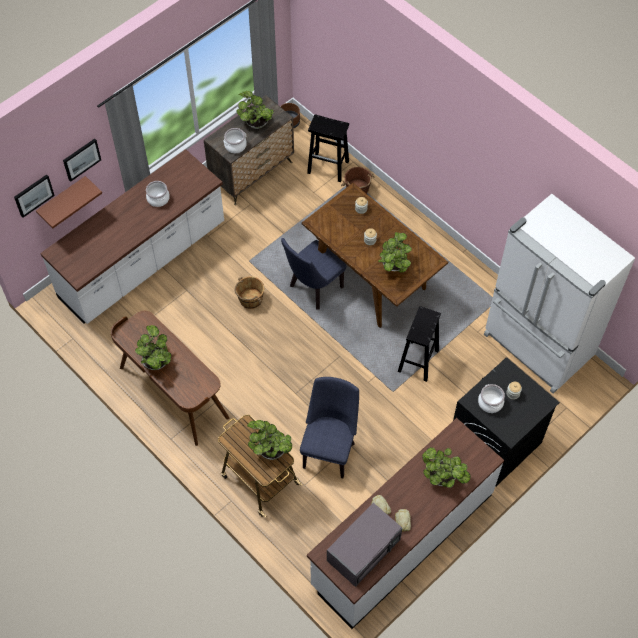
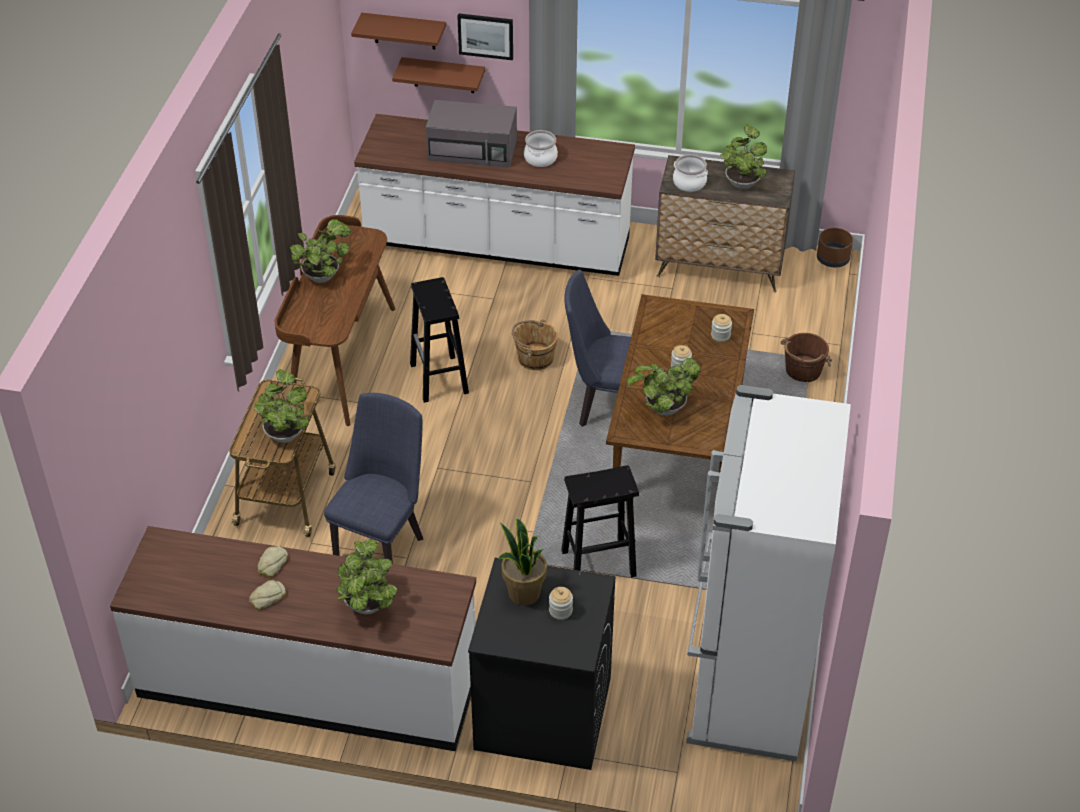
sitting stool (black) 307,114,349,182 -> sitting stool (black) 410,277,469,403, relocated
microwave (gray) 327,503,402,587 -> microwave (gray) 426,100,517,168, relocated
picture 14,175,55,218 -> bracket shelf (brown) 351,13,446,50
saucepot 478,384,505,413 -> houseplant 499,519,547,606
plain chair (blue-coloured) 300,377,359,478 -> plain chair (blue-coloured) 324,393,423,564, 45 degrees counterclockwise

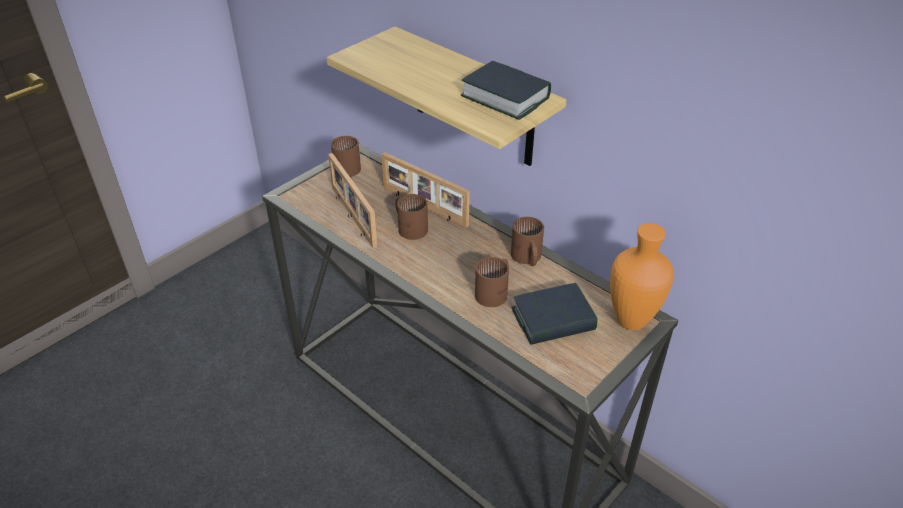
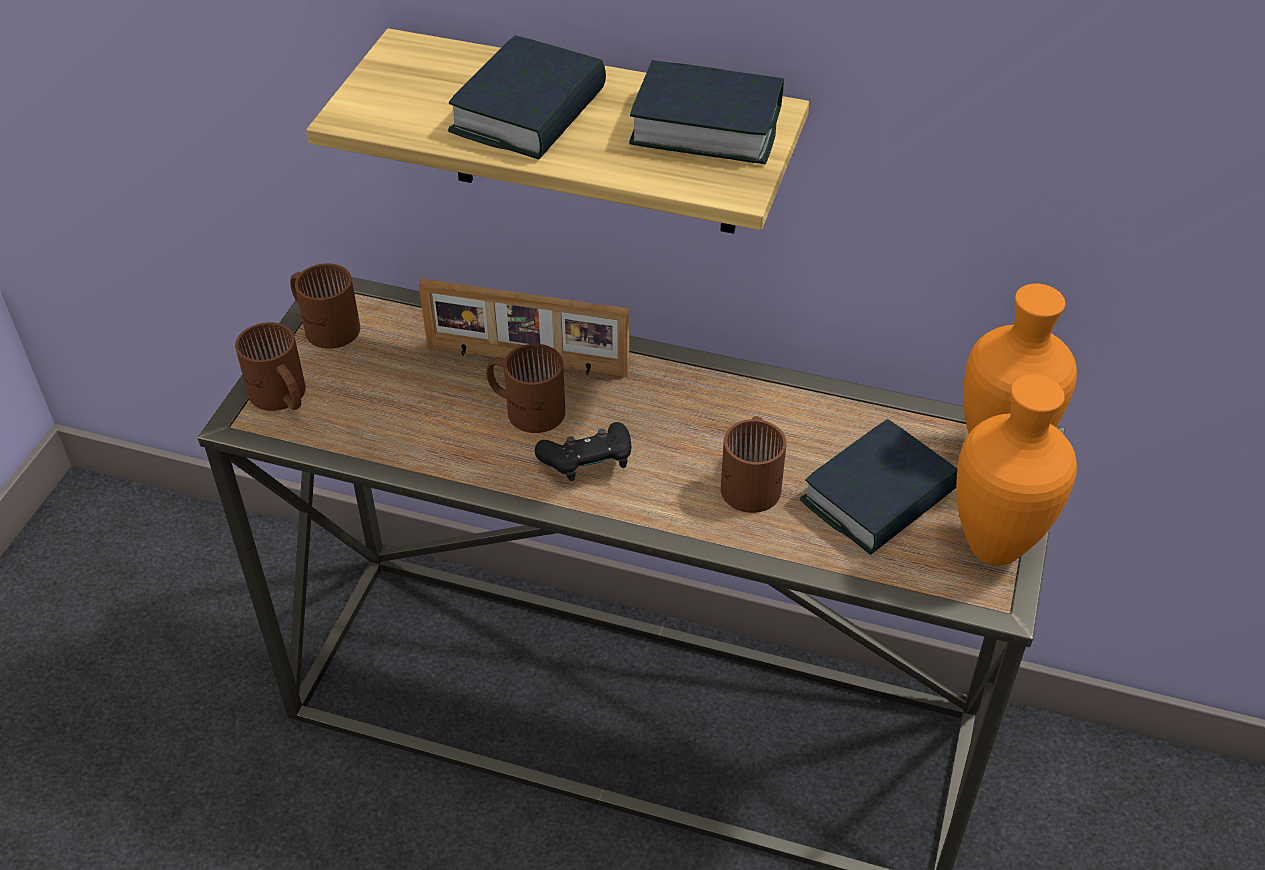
photo frame 328,153,377,248 -> none
none -> book 448,35,606,160
none -> game controller (black) 535,422,631,481
none -> flower vase (orangey) 956,374,1077,566
mug (brown) 511,217,544,266 -> mug (brown) 235,322,306,411, relocated

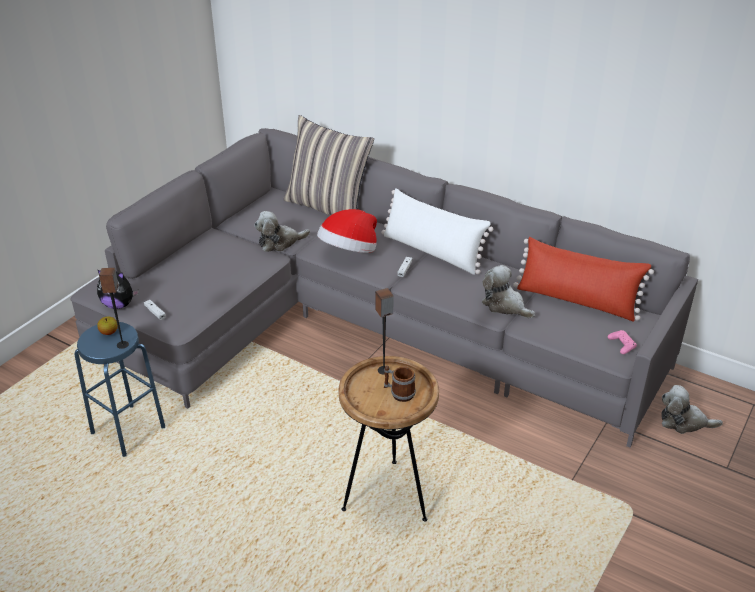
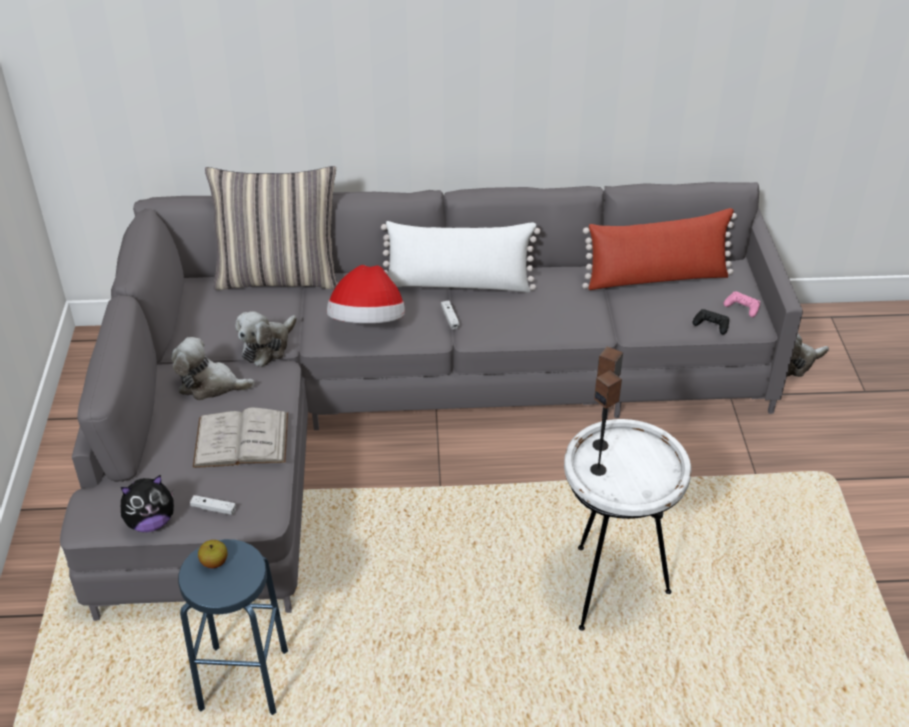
mug 384,365,416,402 -> none
none -> book (white-coloured) 193,408,288,468
none -> game controller (black) 692,309,729,334
loudspeaker 99,268,129,349 -> loudspeaker 590,370,622,476, relocated
soft toy 482,265,535,318 -> soft toy 171,337,255,401, relocated
end table (brown) 338,356,439,522 -> end table (white-coloured) 564,419,691,630

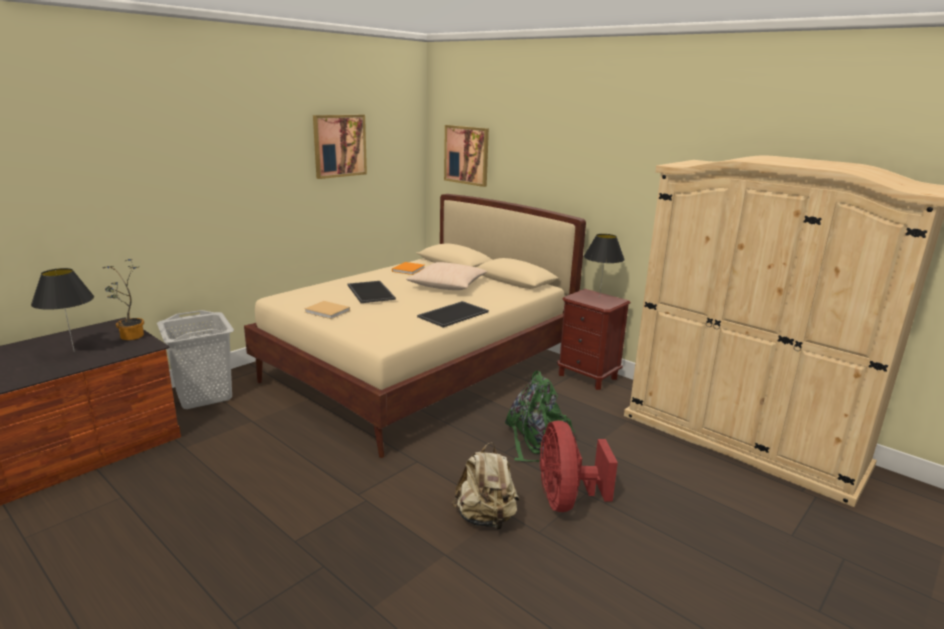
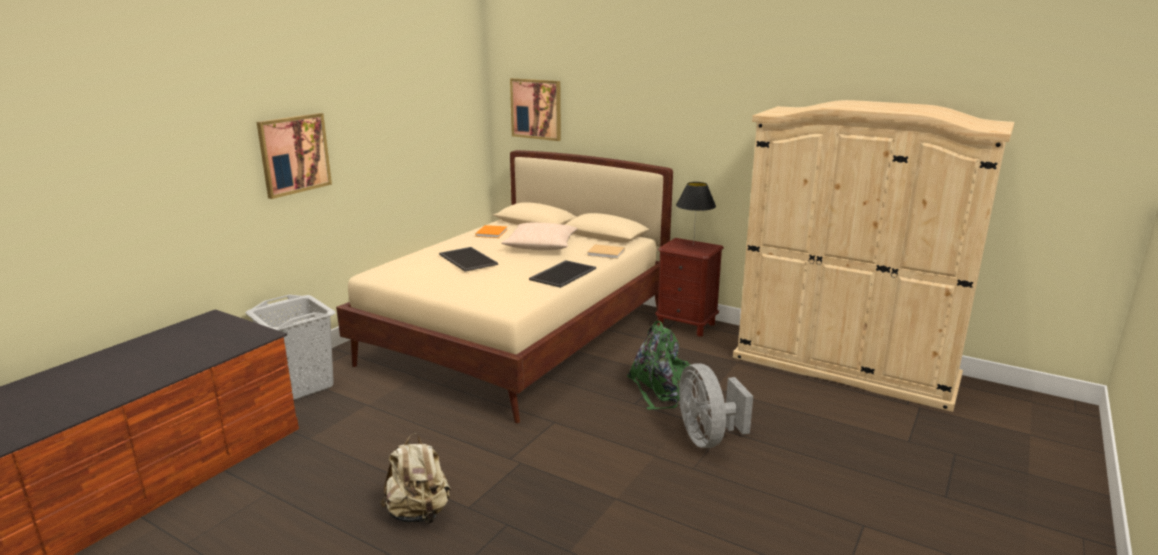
lamp for a table (black) 31,268,94,352 -> none
houseplant 103,259,144,340 -> none
book (beige) 304,301,350,319 -> book (beige) 587,244,625,259, relocated
picture 313,115,367,179 -> picture 257,113,332,199, relocated
rucksack (beige) 452,442,520,531 -> rucksack (beige) 380,433,451,525, relocated
cooling fan (reddish) 540,420,618,512 -> cooling fan (gray) 679,363,753,448

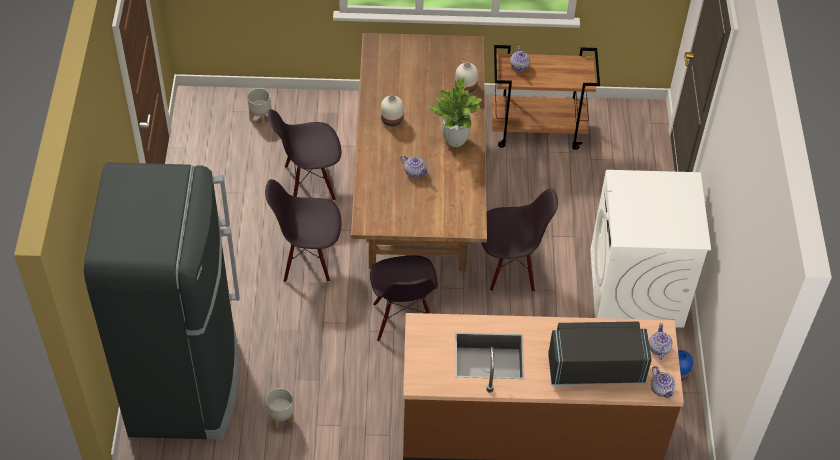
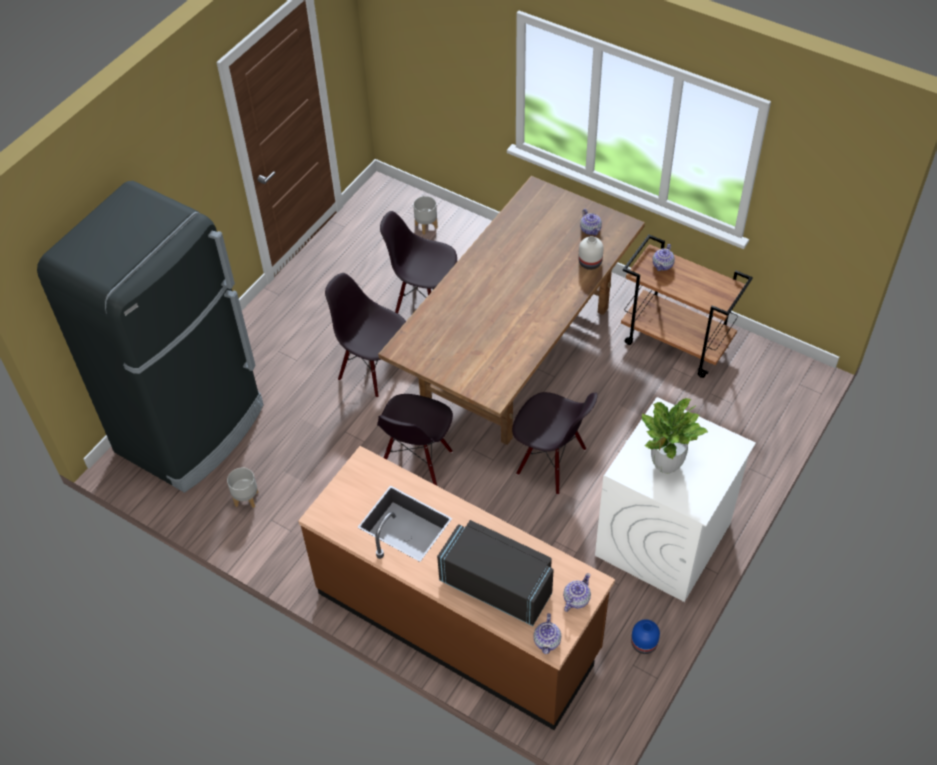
flower vase (white-coloured) 381,95,404,126 -> none
pot for tea 400,155,430,178 -> pot for tea 580,209,602,236, relocated
houseplant 429,78,482,147 -> houseplant 642,398,708,473, relocated

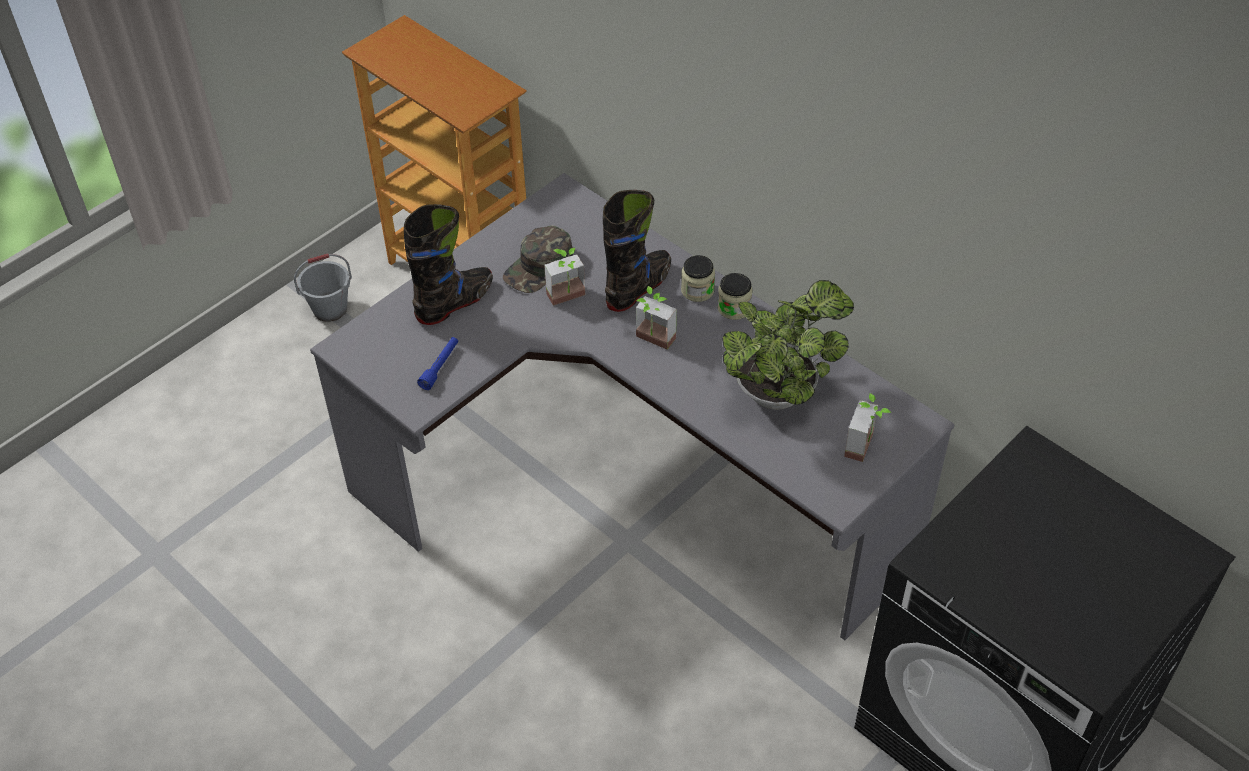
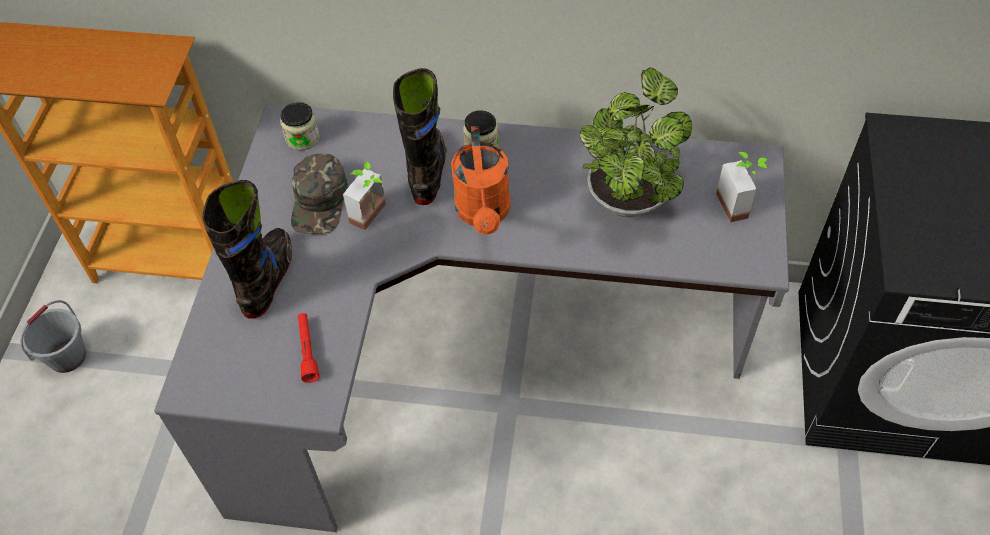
jar 718,273,753,320 -> jar 280,102,319,150, relocated
houseplant 636,286,677,350 -> watering can (orangey) 451,126,511,235
flashlight (blue-coloured) 417,337,458,390 -> flashlight (reddish) 298,313,319,383

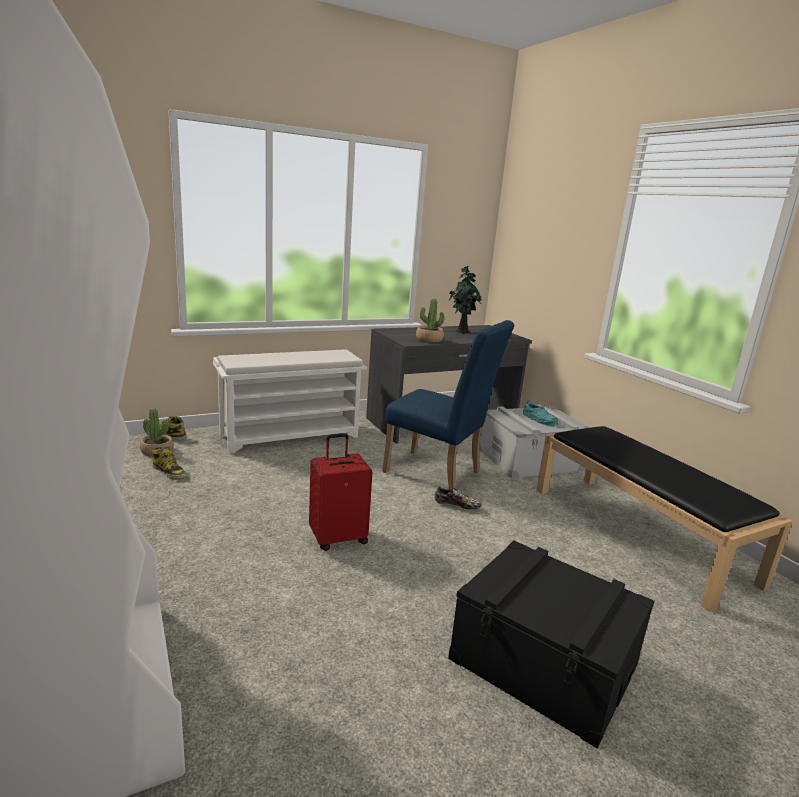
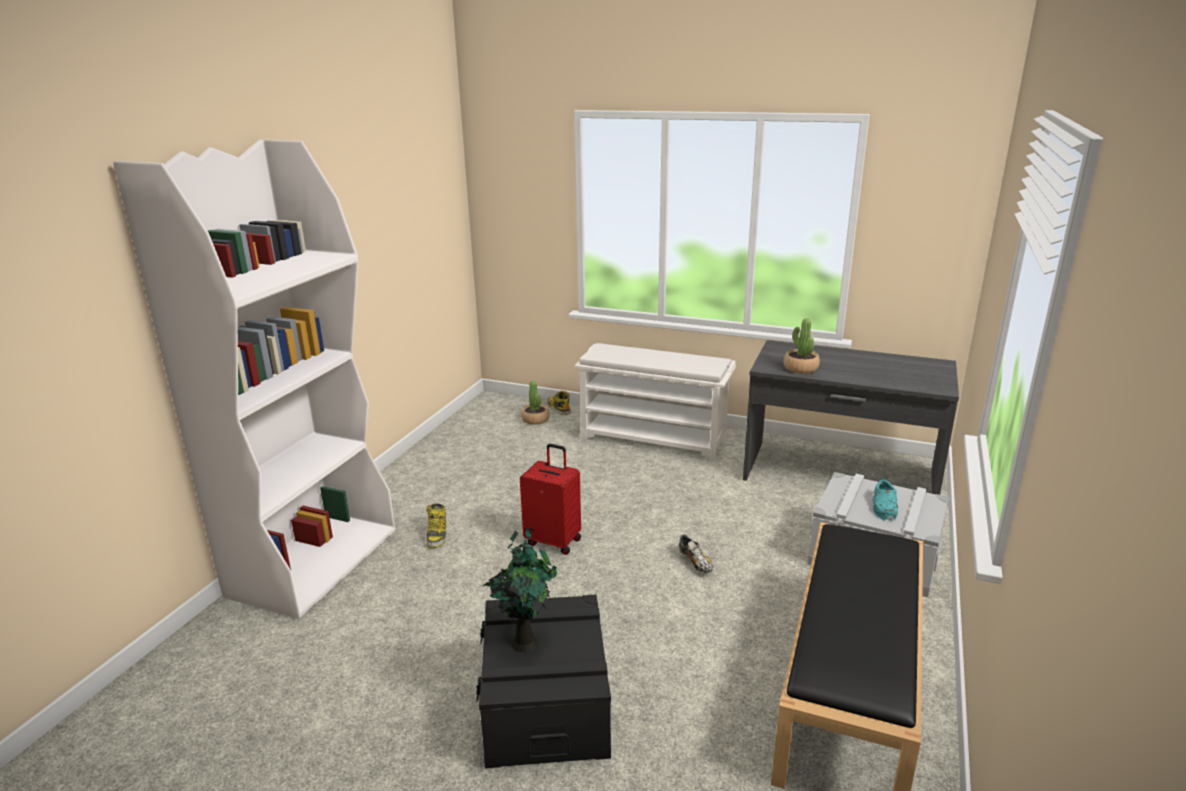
plain chair (blue-coloured) 382,320,514,489 -> none
high-top boot 152,446,186,480 -> high-top boot 426,504,446,548, relocated
houseplant 449,266,482,333 -> houseplant 482,527,557,652, relocated

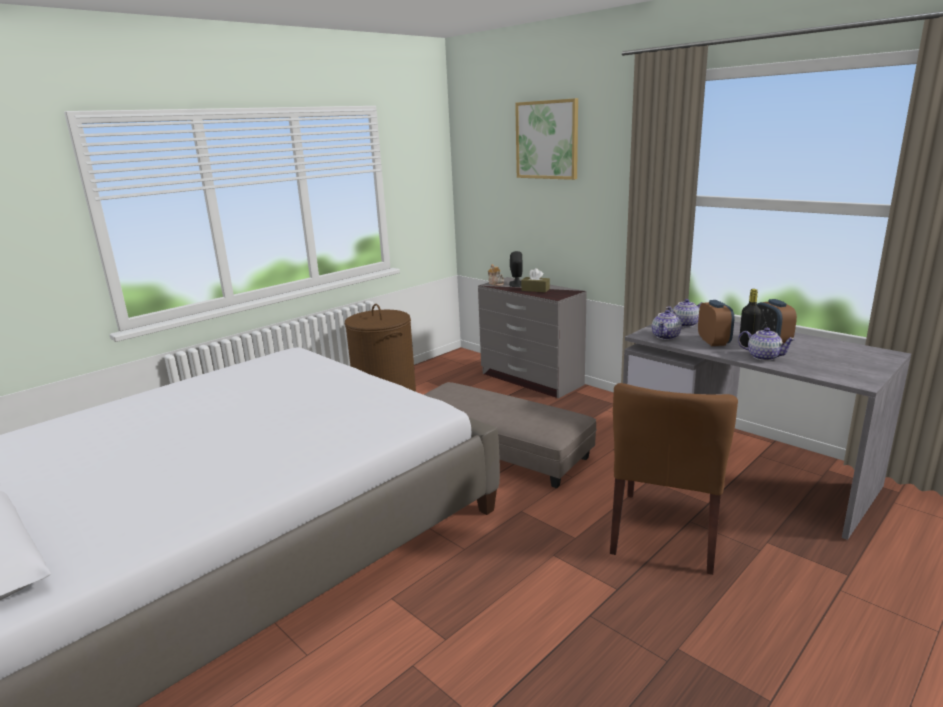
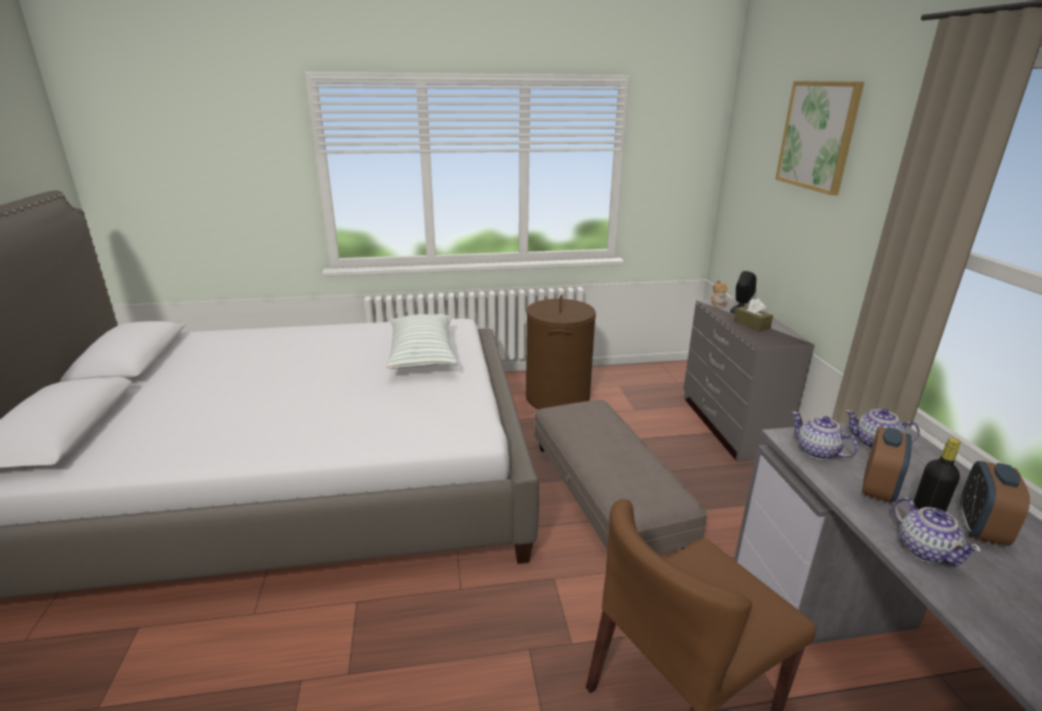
none -> throw pillow 386,314,458,369
pot for tea 652,310,682,340 -> pot for tea 791,411,858,460, 75 degrees clockwise

